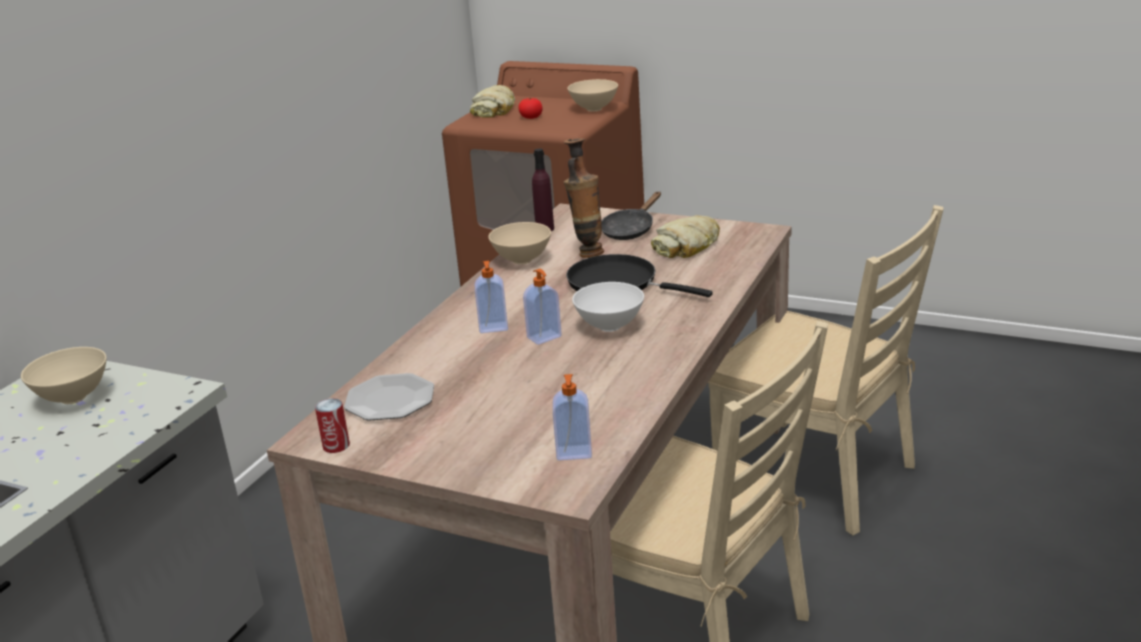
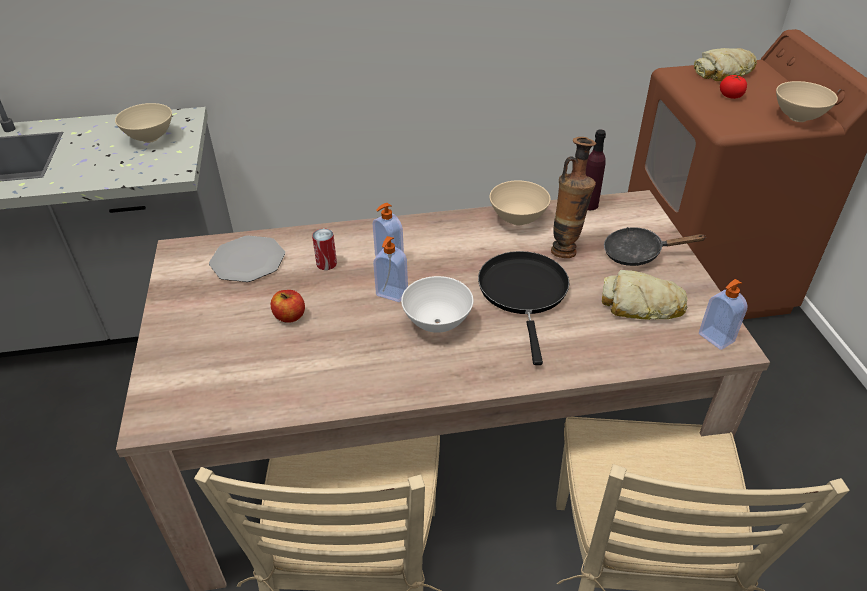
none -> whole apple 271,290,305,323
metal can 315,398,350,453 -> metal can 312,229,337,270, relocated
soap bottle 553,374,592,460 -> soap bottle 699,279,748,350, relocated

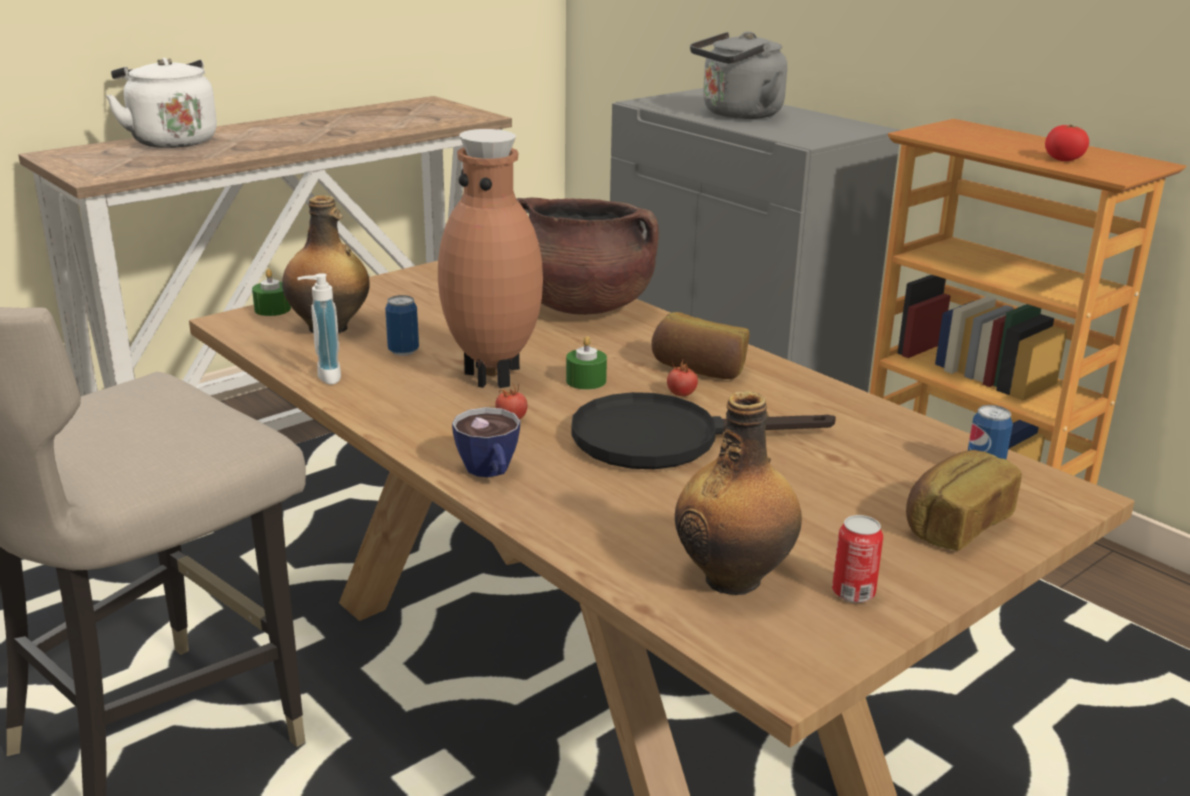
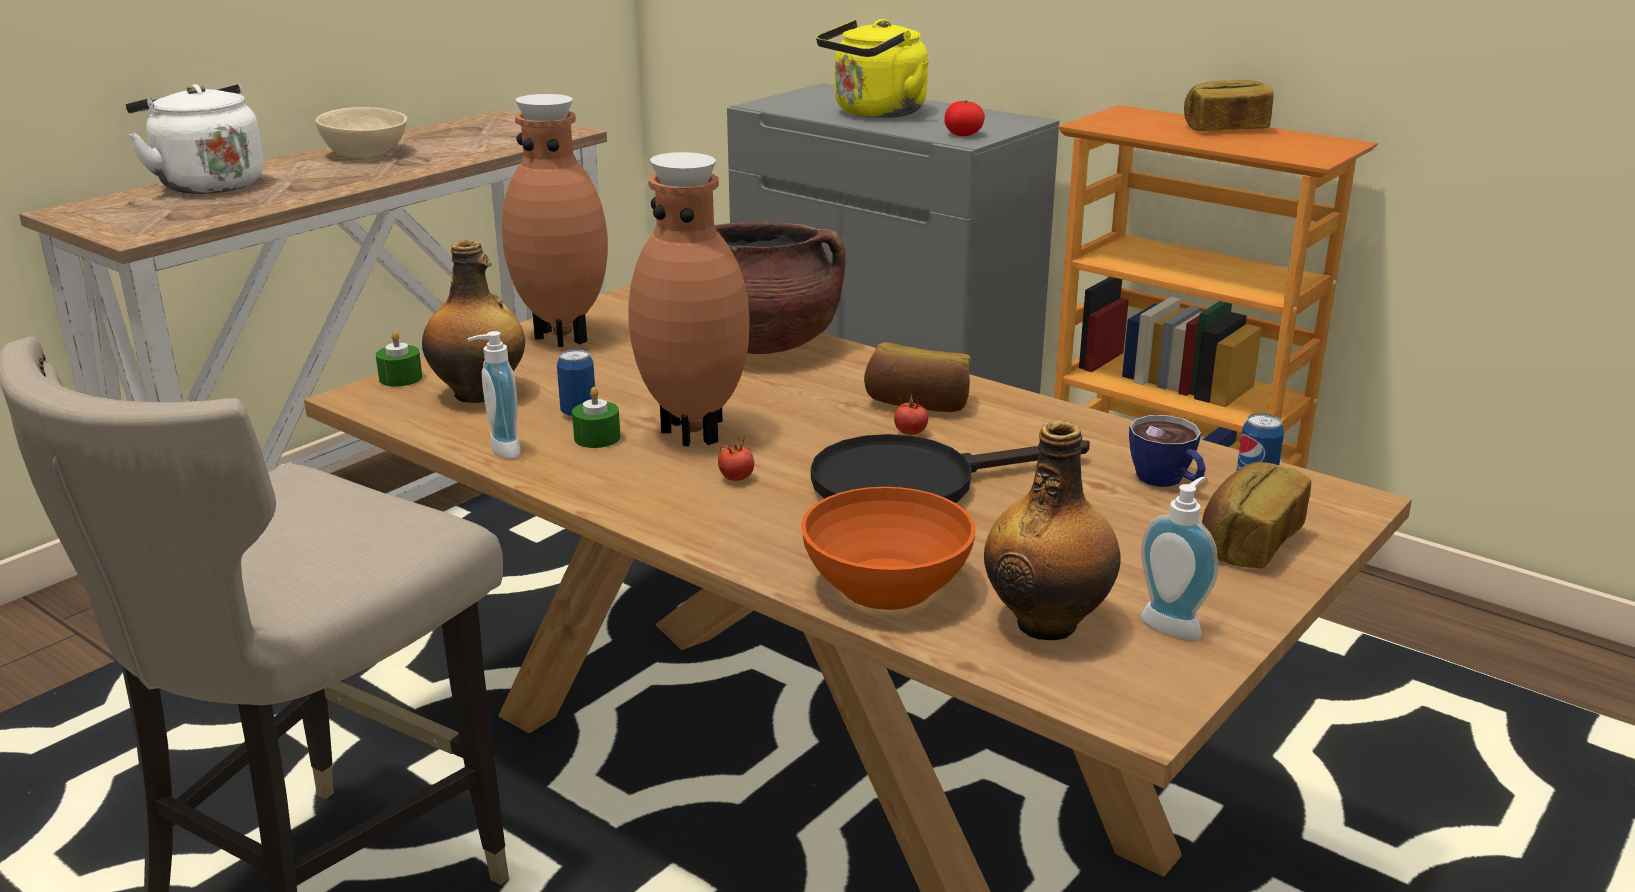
none -> deep dish (beige) 316,107,407,158
none -> flower vase (brown) 502,94,608,347
none -> deep dish (orangey) 801,487,975,610
none -> bakery bread 1184,80,1273,132
small cup 452,407,520,477 -> small cup 1129,415,1206,487, relocated
wax candle (greenish) 566,336,607,390 -> wax candle (greenish) 572,387,621,448, relocated
fresh tomato 1045,125,1089,161 -> fresh tomato 944,100,985,136, relocated
metal can 832,515,883,603 -> soap bottle 1141,477,1218,640
kettle (gray) 690,31,787,119 -> kettle (yellowish) 816,19,928,118

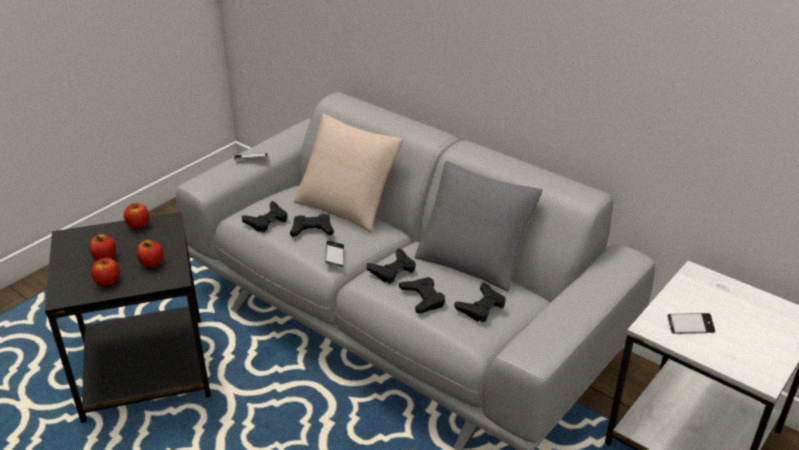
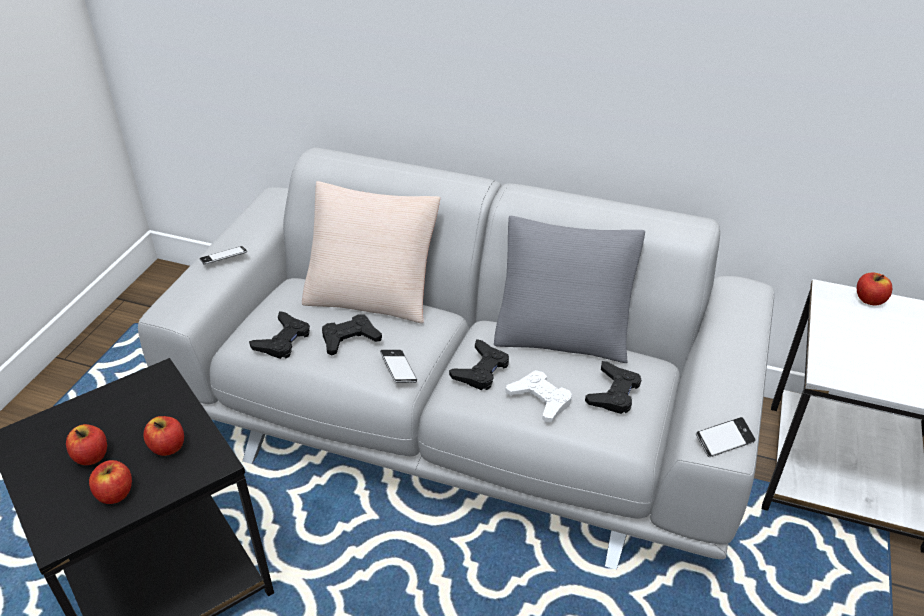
whole apple 124,203,149,229 -> whole apple 857,273,892,305, relocated
phone 667,313,715,334 -> phone 696,417,756,457, relocated
game controller (black) 399,277,445,313 -> game controller (white-coloured) 505,370,572,423

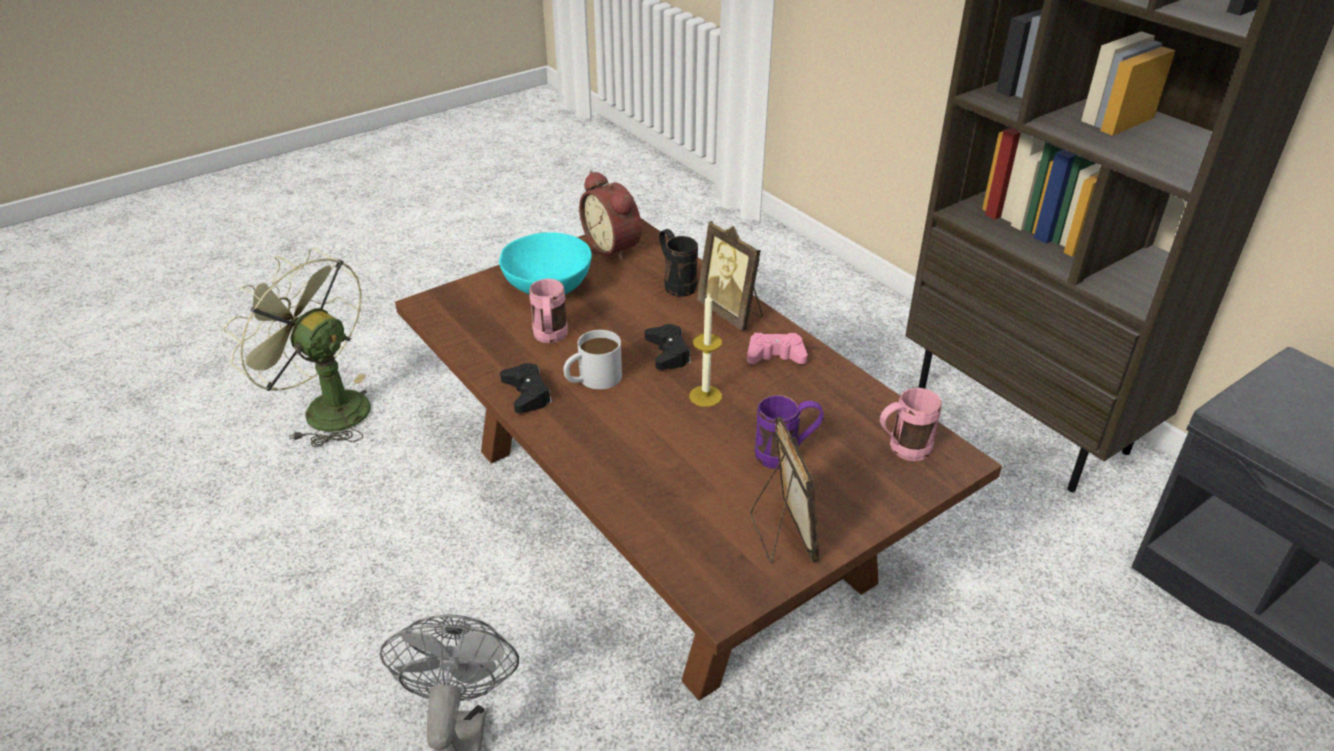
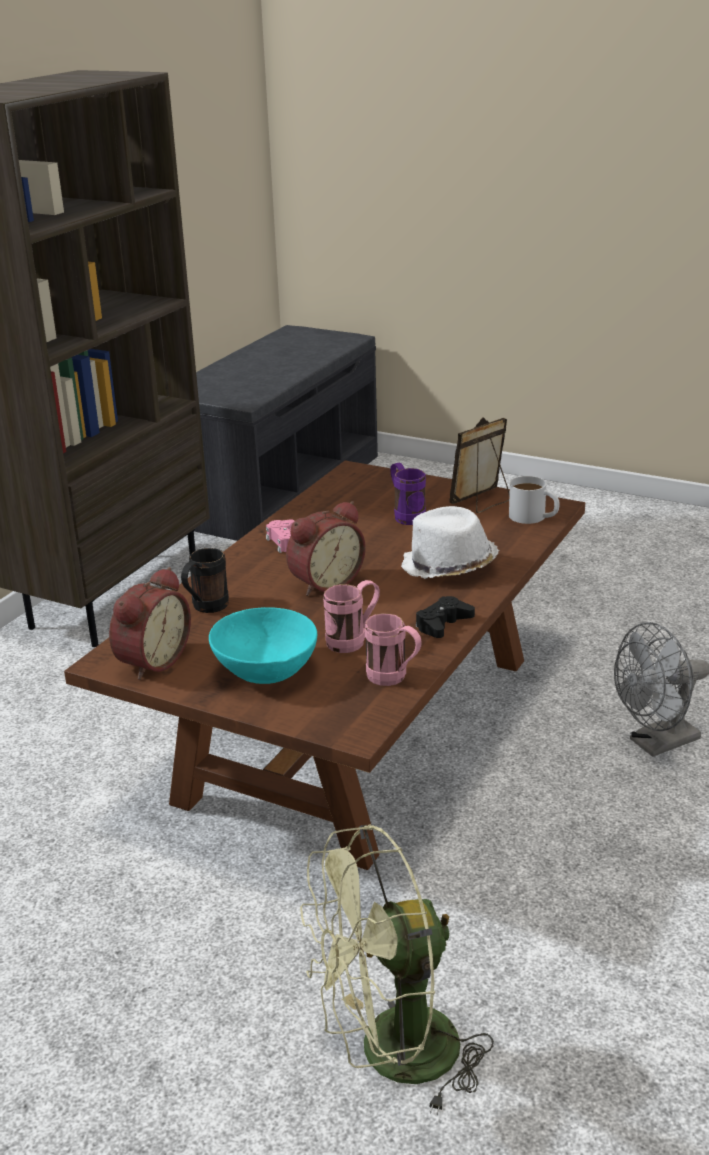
wax candle 689,293,722,407 -> none
photo frame 697,221,763,331 -> none
none -> clothing hat (white-coloured) 401,506,499,579
mug (white-coloured) 564,330,622,390 -> mug (white-coloured) 509,476,560,524, relocated
mug (pink) 880,388,942,461 -> mug (pink) 365,613,422,686, relocated
game controller (black) 645,324,691,370 -> bedside clock 286,501,366,596
cooling fan (greenish) 223,248,371,447 -> cooling fan (greenish) 300,824,494,1115, 60 degrees clockwise

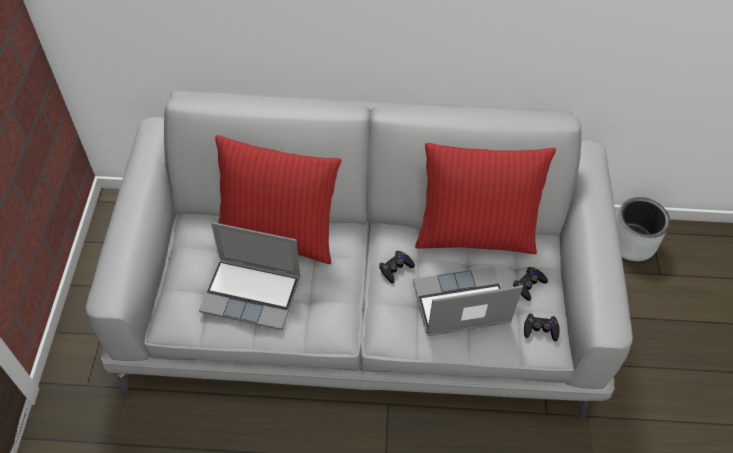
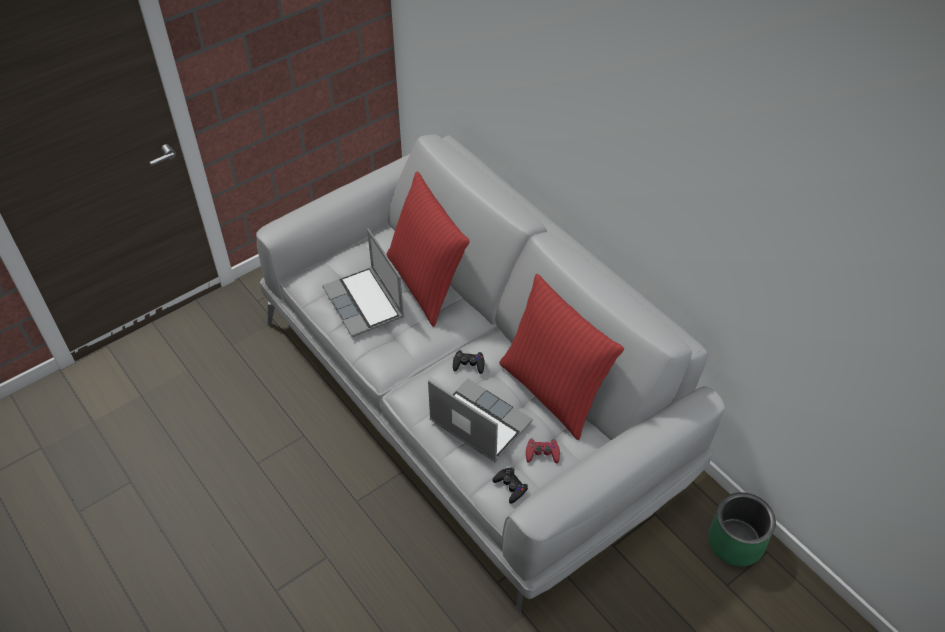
game controller (black) 513,267,548,301 -> game controller (reddish) 526,439,560,463
flower pot (gray) 616,197,670,261 -> flower pot (greenish) 708,492,776,566

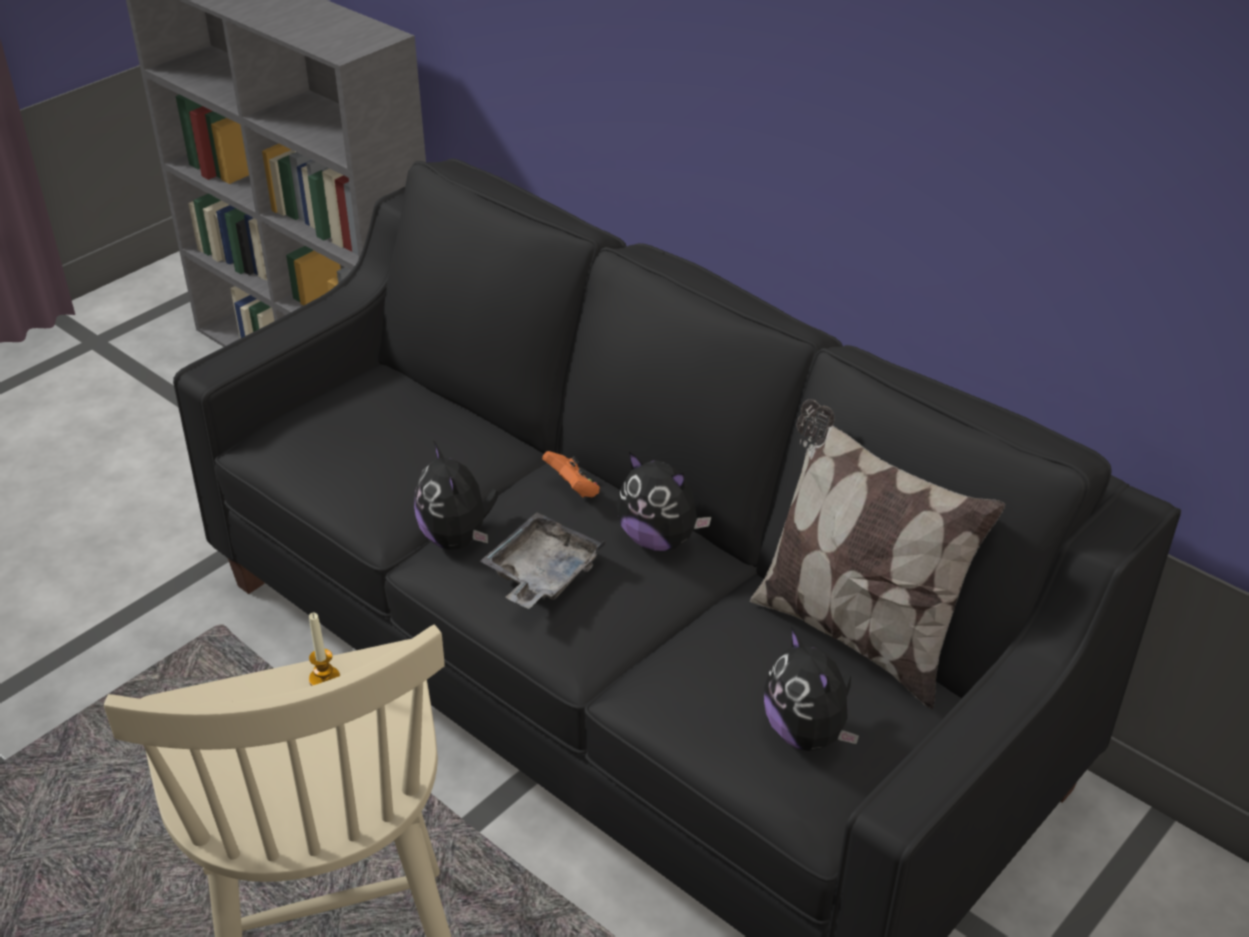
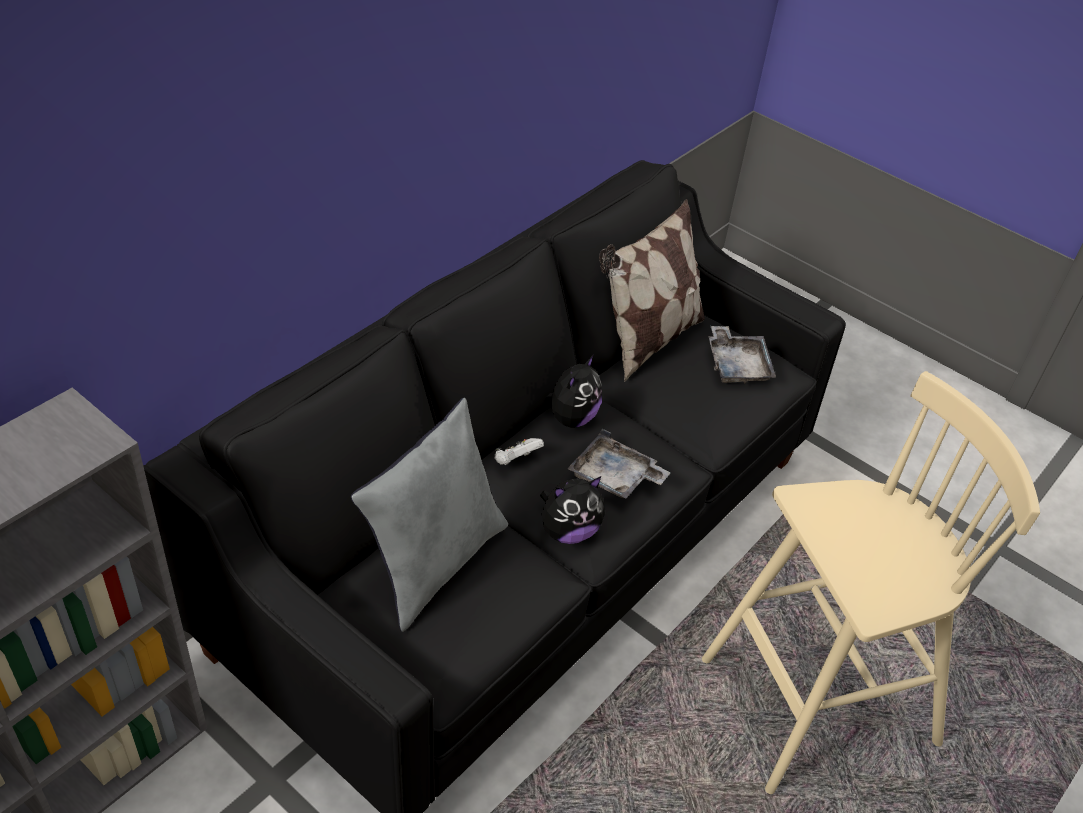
wax candle 309,613,340,686 -> none
none -> throw pillow (gray) 351,398,508,632
soft toy 764,627,859,751 -> tray (gray) 709,326,776,384
game controller (orangey) 542,451,600,498 -> game controller (white-coloured) 494,438,544,465

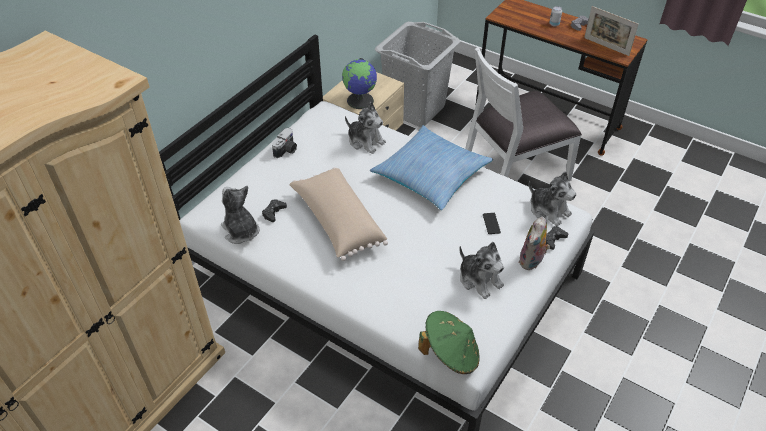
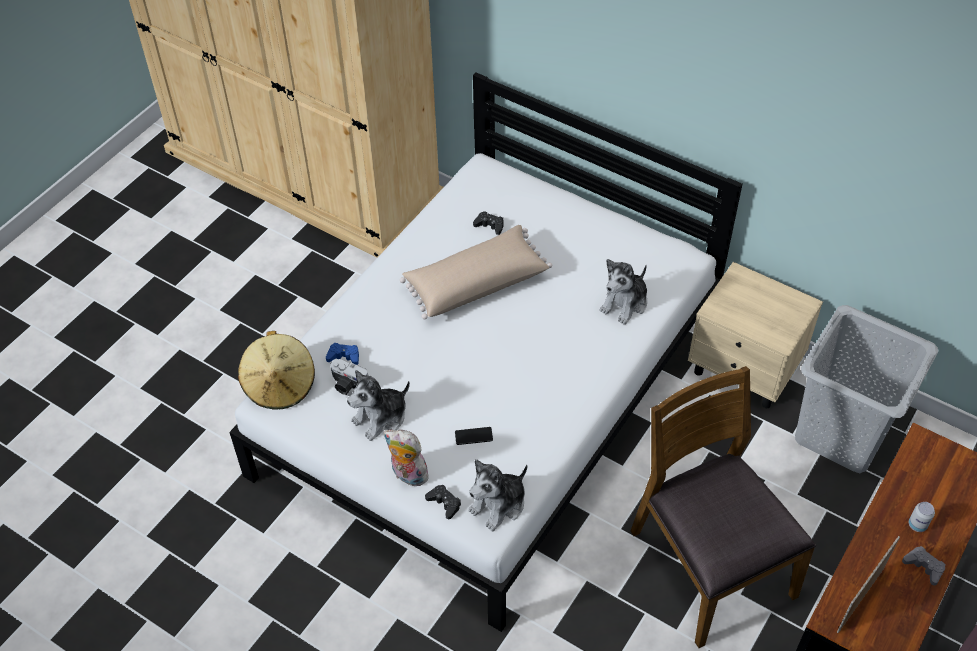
soft toy 221,186,260,244 -> none
desk globe 342,58,377,109 -> none
throw pillow 370,125,493,210 -> none
none -> game controller (blue-coloured) 326,343,359,365
still camera 272,128,297,158 -> still camera 330,359,368,395, relocated
clothing hat (greenish) 418,311,479,374 -> clothing hat (beige) 238,331,315,409
plain chair (white-coloured) 465,47,582,181 -> plain chair (brown) 630,366,816,648

